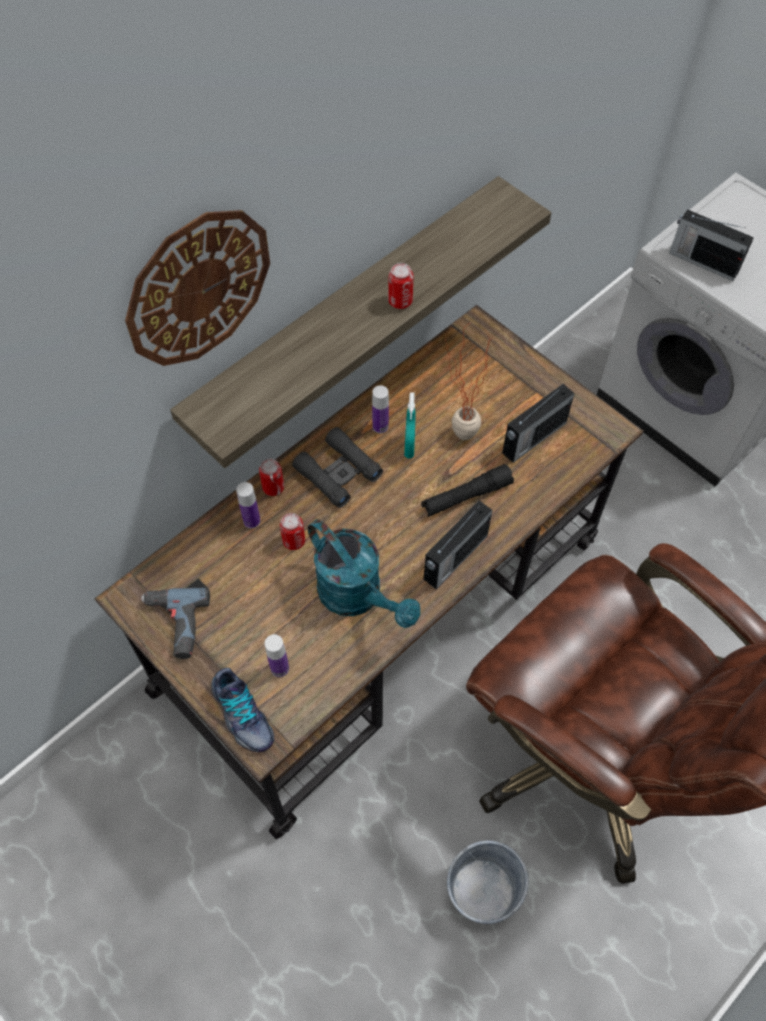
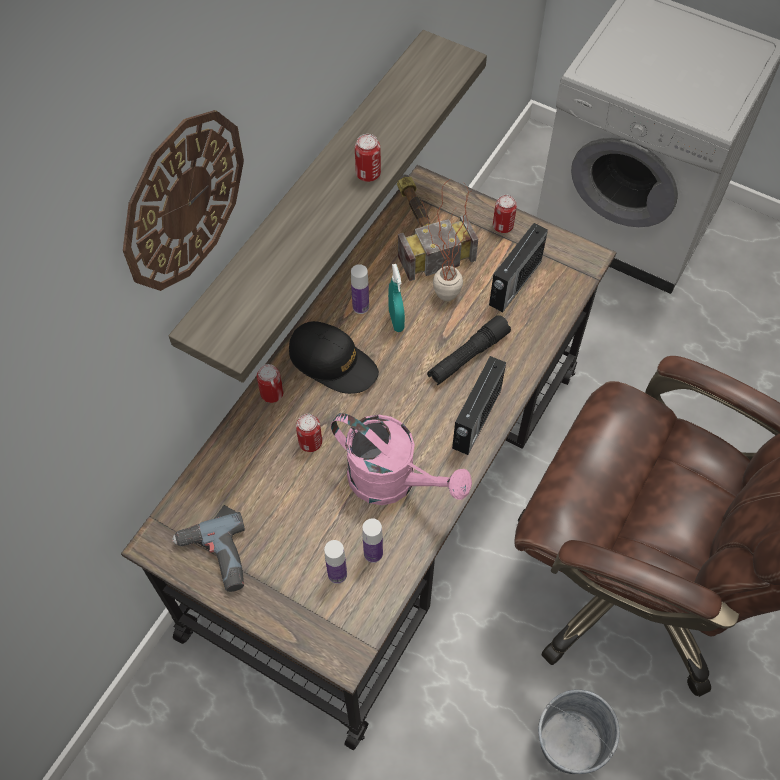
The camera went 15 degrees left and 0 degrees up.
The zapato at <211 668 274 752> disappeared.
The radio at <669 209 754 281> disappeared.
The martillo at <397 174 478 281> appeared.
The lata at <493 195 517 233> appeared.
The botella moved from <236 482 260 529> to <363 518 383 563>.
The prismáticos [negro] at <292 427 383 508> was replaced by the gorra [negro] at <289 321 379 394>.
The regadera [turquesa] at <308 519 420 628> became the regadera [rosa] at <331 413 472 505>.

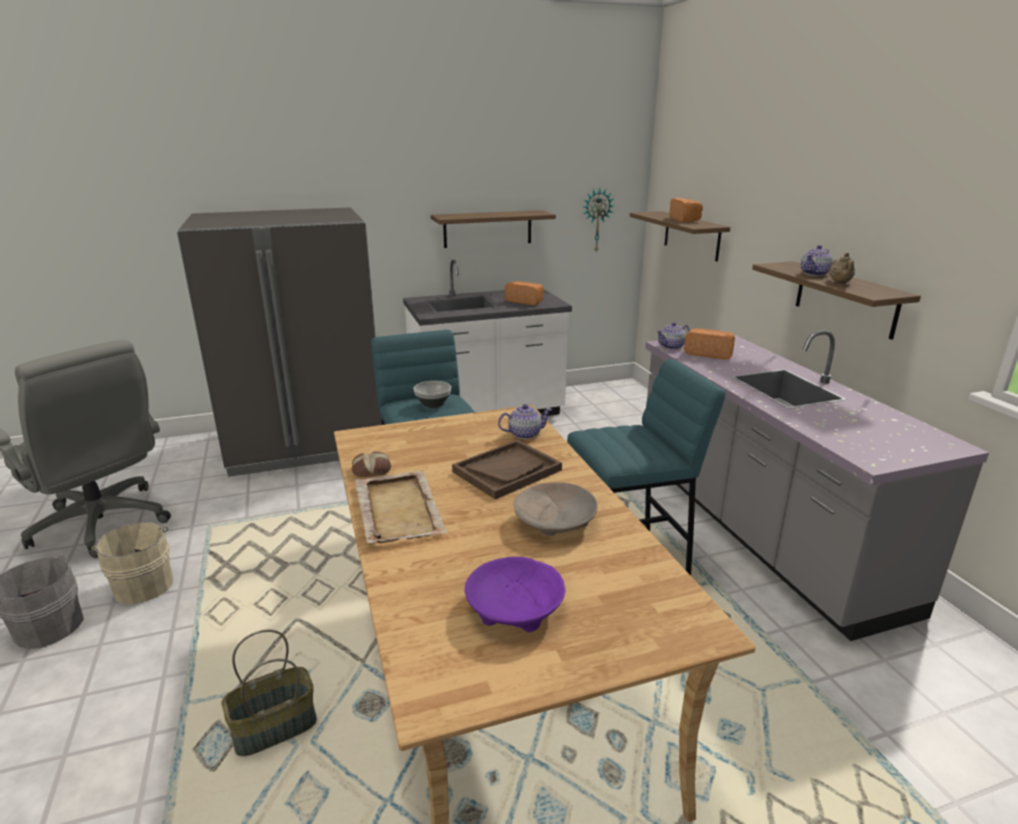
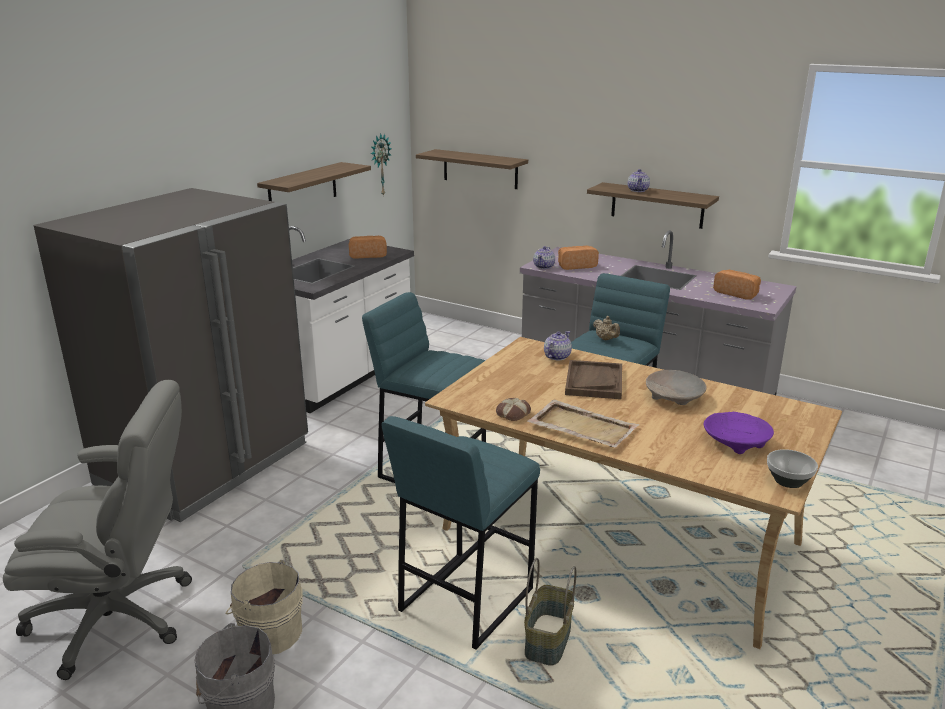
The camera went 40 degrees left and 0 degrees up.
The taburete [turquesa] at <381 416 540 650> appeared.
The cuenco moved from <414 381 451 408> to <767 449 818 488>.
The pan moved from <670 198 703 222> to <713 270 761 300>.
The tetera [beis] moved from <829 253 855 283> to <593 316 620 340>.

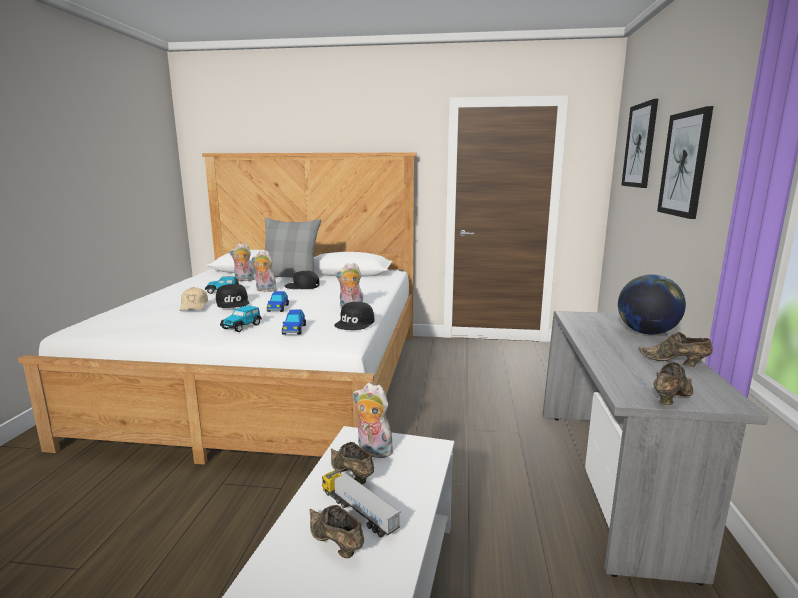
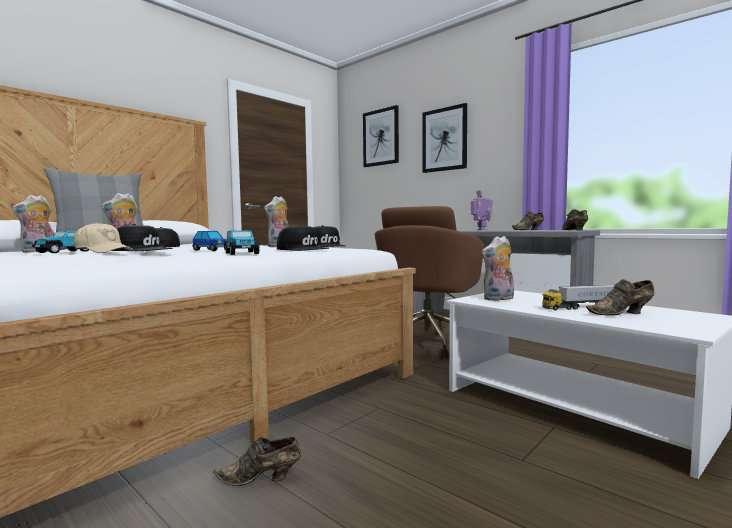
The camera went 55 degrees left and 10 degrees down.
The silla de oficina [marrón] at <375 206 484 359> appeared.
The zapato [marrón] moved from <331 442 374 484> to <213 437 301 486>.
The coche de juguete at <282 310 306 334> was replaced by the gorra [negro] at <277 225 329 251>.
The globo terráqueo at <618 274 686 335> was replaced by the robot de juguete at <471 190 493 230>.

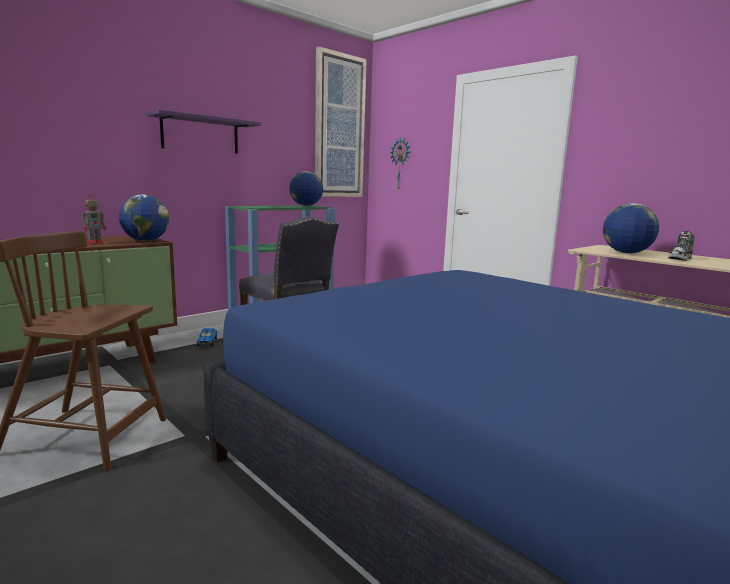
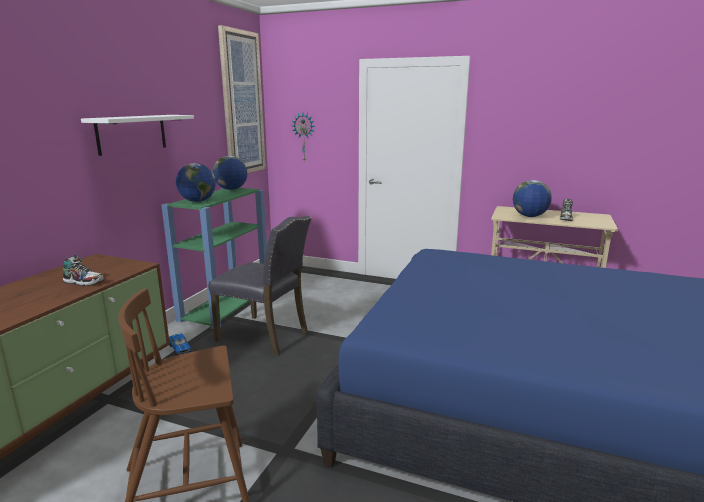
The camera went 25 degrees left and 5 degrees up.
The globo terráqueo moved from <119 194 169 241> to <176 163 216 202>.
The robot de juguete at <81 194 106 245> was replaced by the zapato at <63 255 104 286>.
The estante [morado] at <147 110 261 154> became the estante [blanco] at <81 115 194 156>.

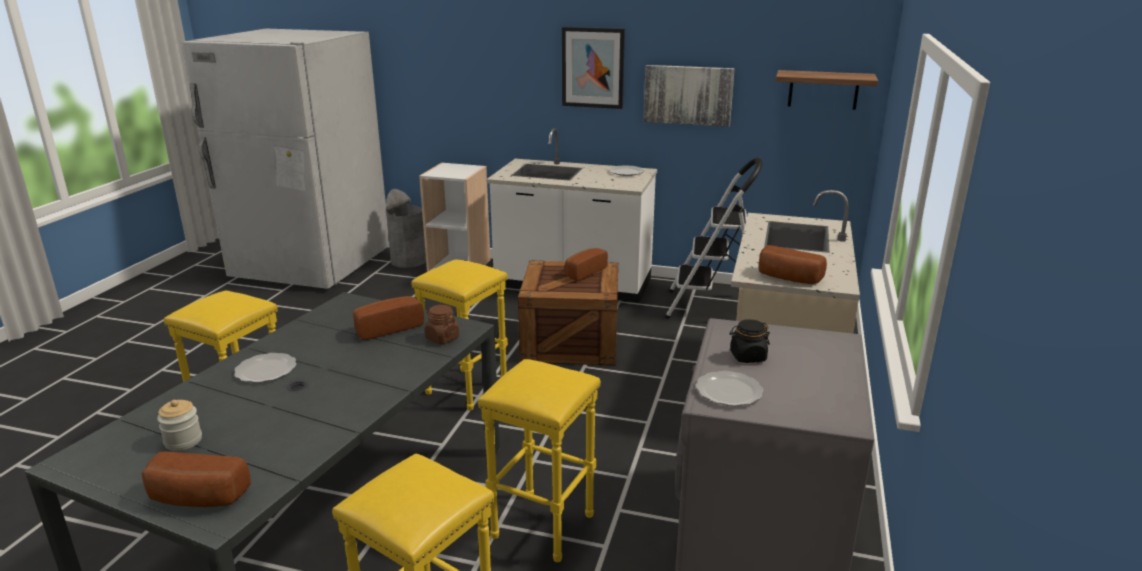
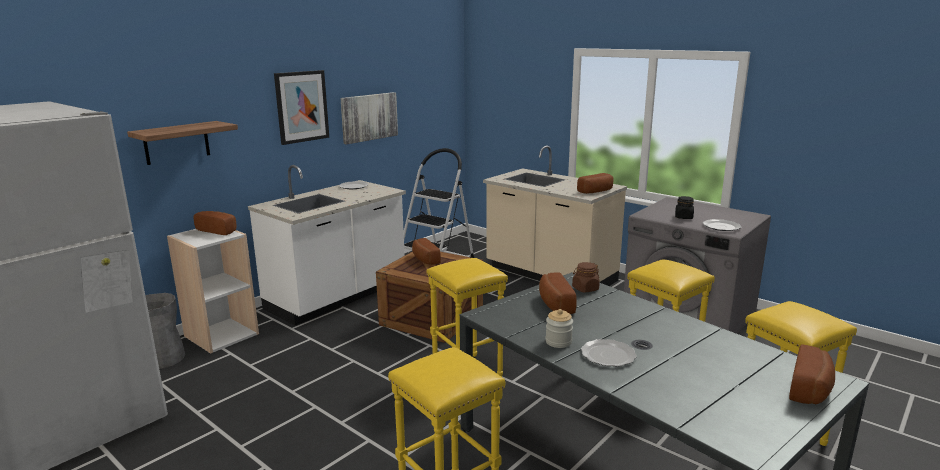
The camera went 65 degrees left and 5 degrees down.
The pan at <194 211 236 235> appeared.
The tarro moved from <157 400 202 451> to <545 309 573 348>.
The estante moved from <776 70 878 110> to <127 121 238 165>.

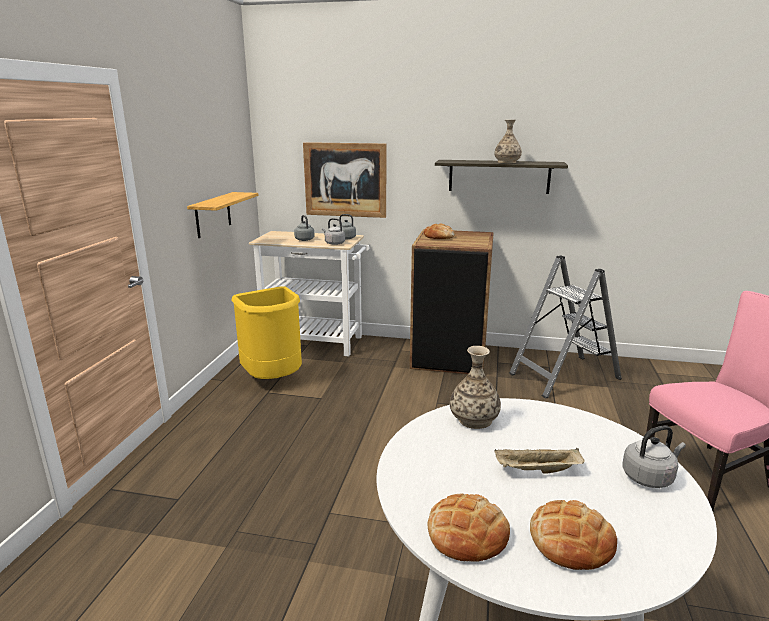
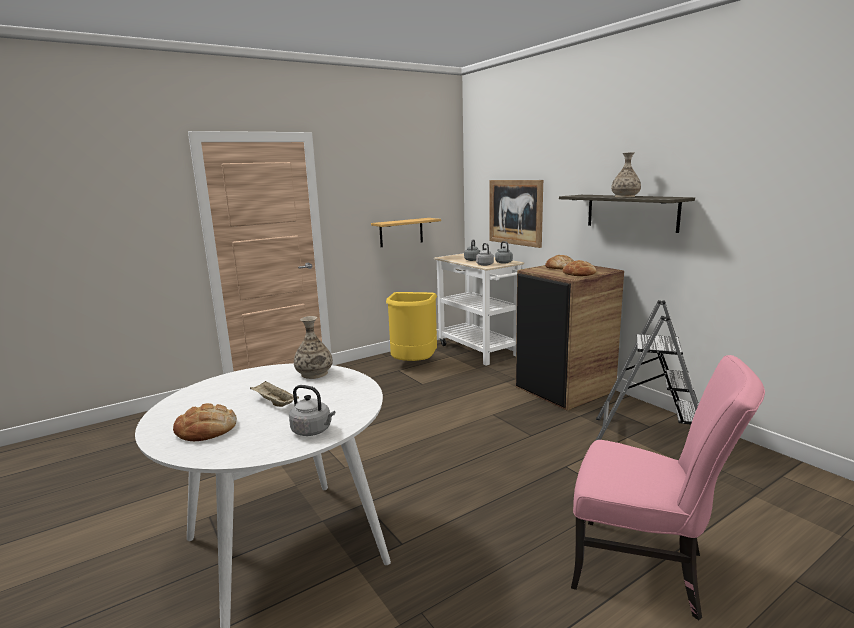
The camera went 45 degrees right and 5 degrees down.
The pan moved from <428 494 510 562> to <563 260 596 276>.

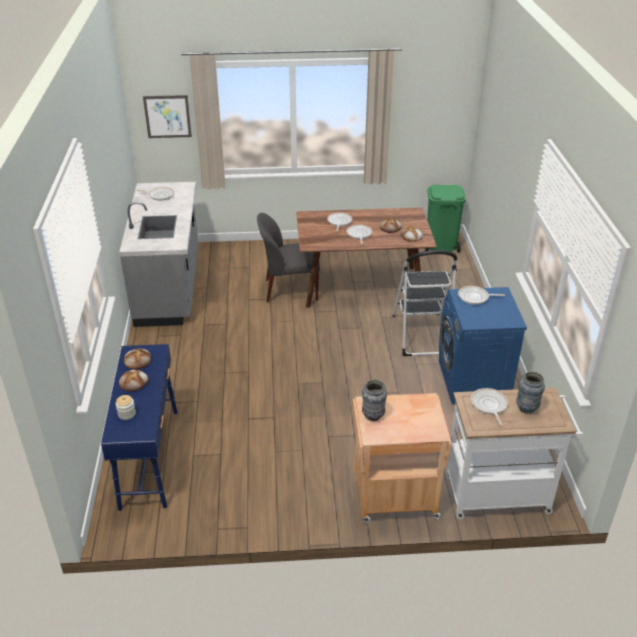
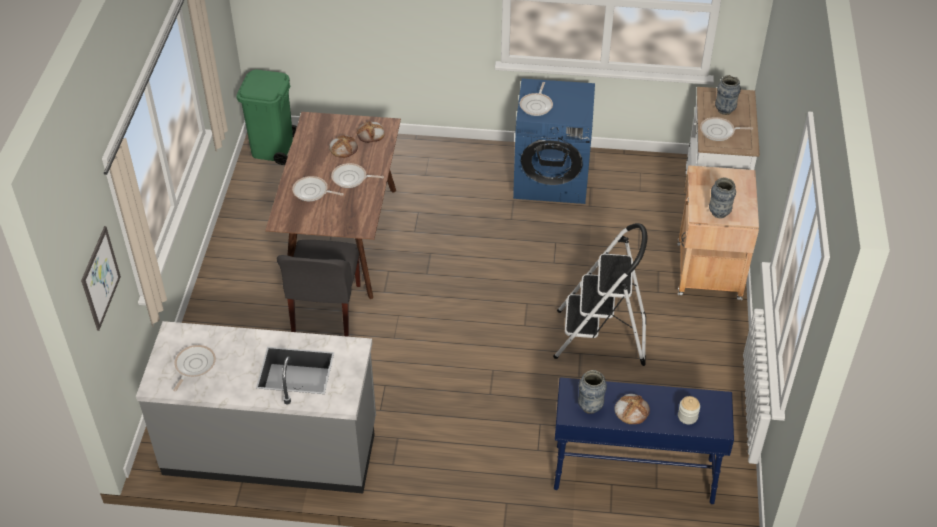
The camera went 80 degrees left and 10 degrees up.
The escalera de tijera moved from <392 250 457 356> to <553 223 648 366>.
The pan at <124 348 151 370> was replaced by the florero at <578 370 607 414>.

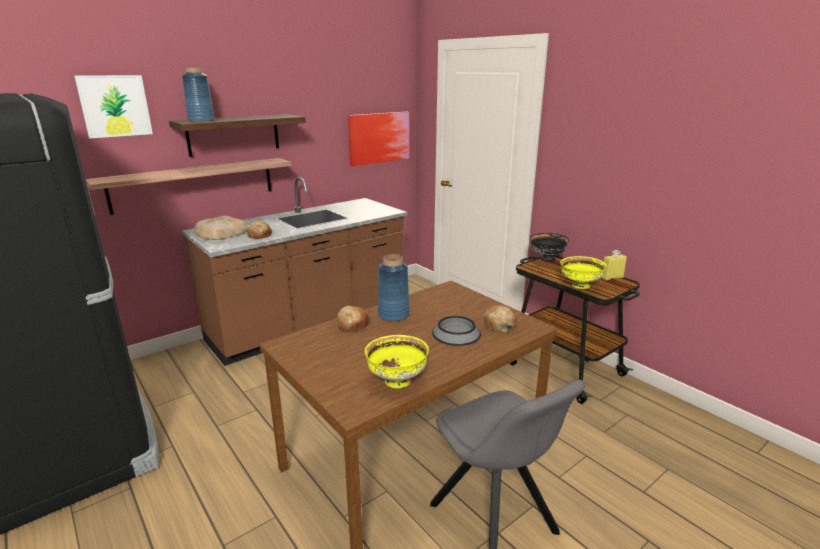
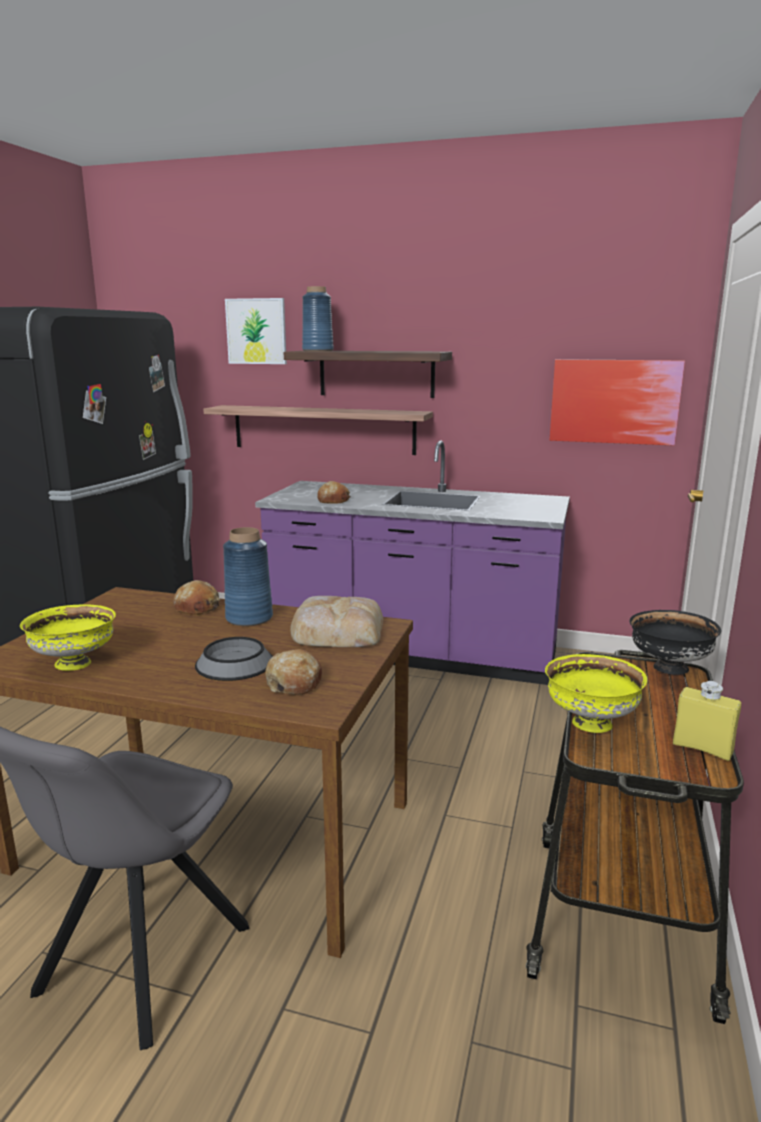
The camera went 55 degrees right and 5 degrees down.
The pan moved from <194 216 248 240> to <290 596 383 647>.
The mueble bajo de cocina [marrón] at <182 177 407 366> became the mueble bajo de cocina [morado] at <255 440 570 685>.

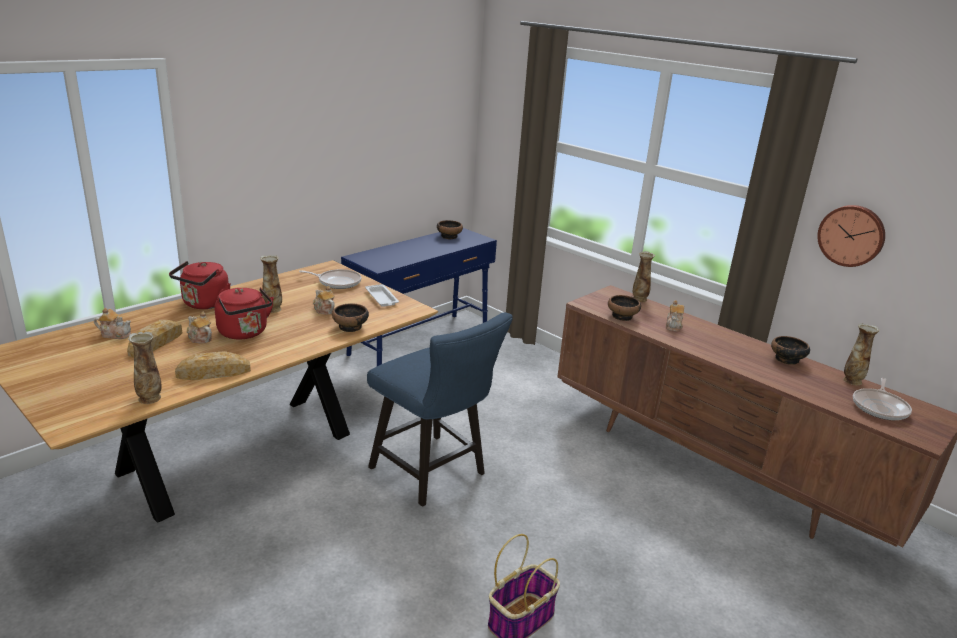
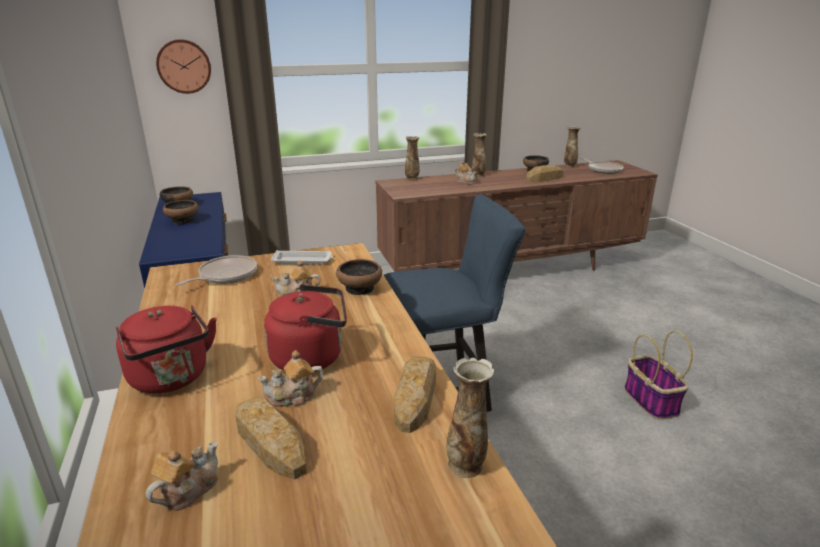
The camera went 60 degrees left and 0 degrees up.
The pan at <526 165 564 182> appeared.
The florero moved from <260 255 282 313> to <472 133 486 177>.
The cuenco moved from <608 295 641 321> to <163 200 199 225>.
The reloj de pared moved from <817 205 885 267> to <156 39 211 94>.

